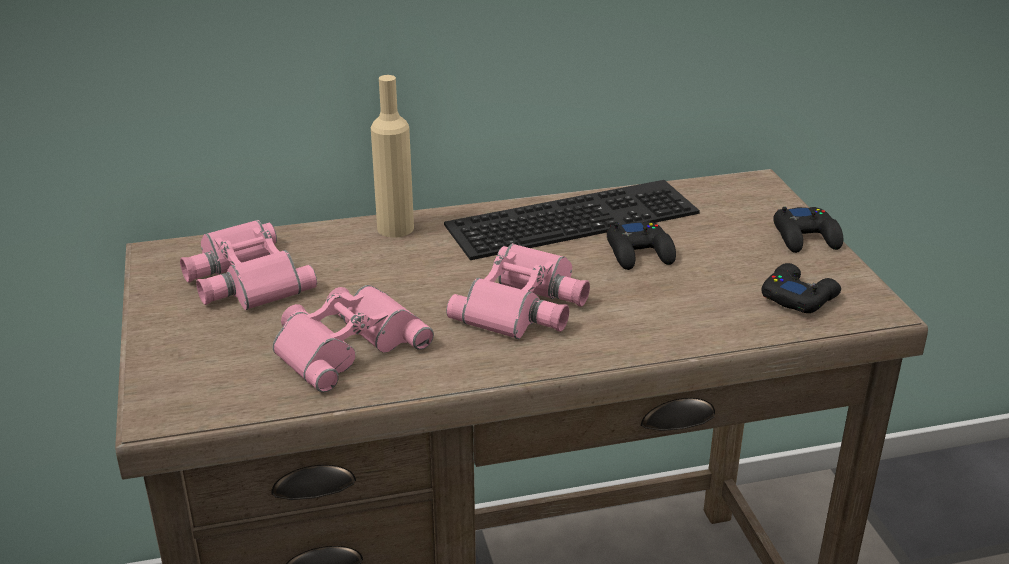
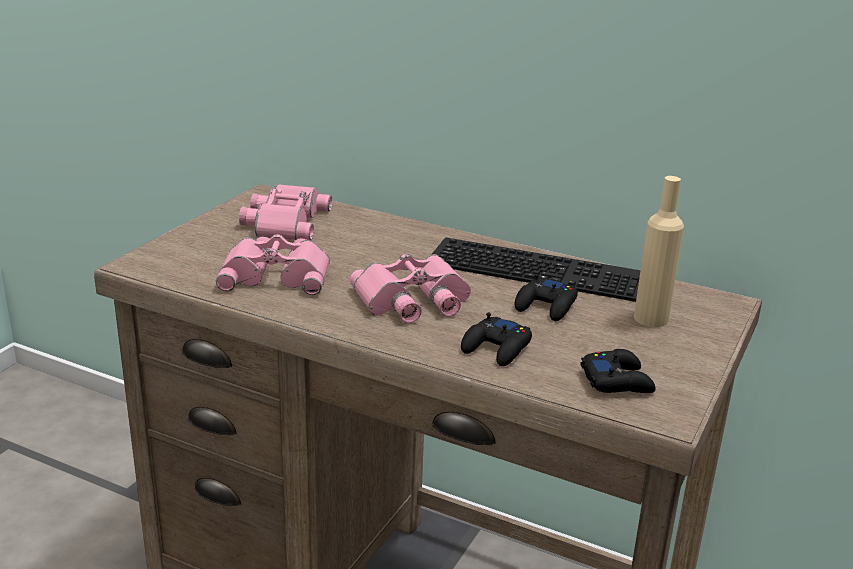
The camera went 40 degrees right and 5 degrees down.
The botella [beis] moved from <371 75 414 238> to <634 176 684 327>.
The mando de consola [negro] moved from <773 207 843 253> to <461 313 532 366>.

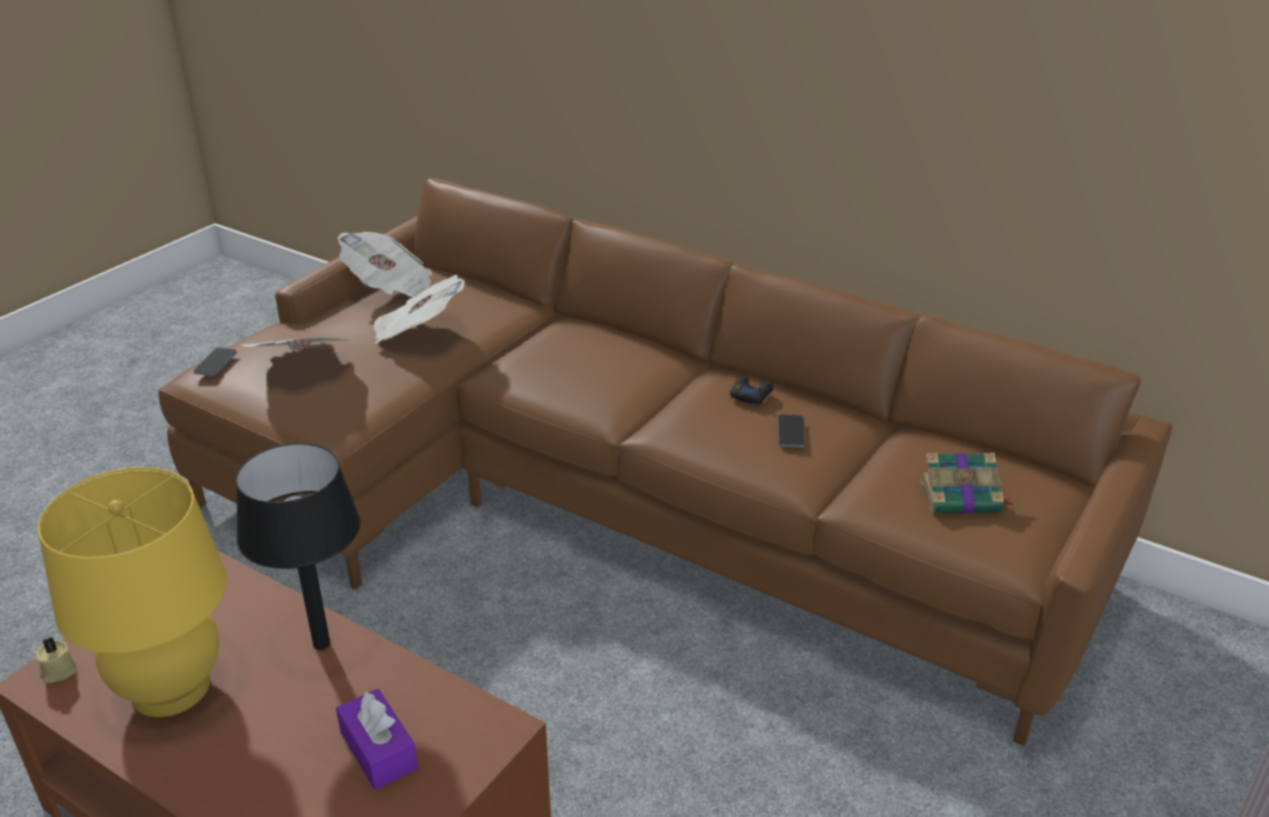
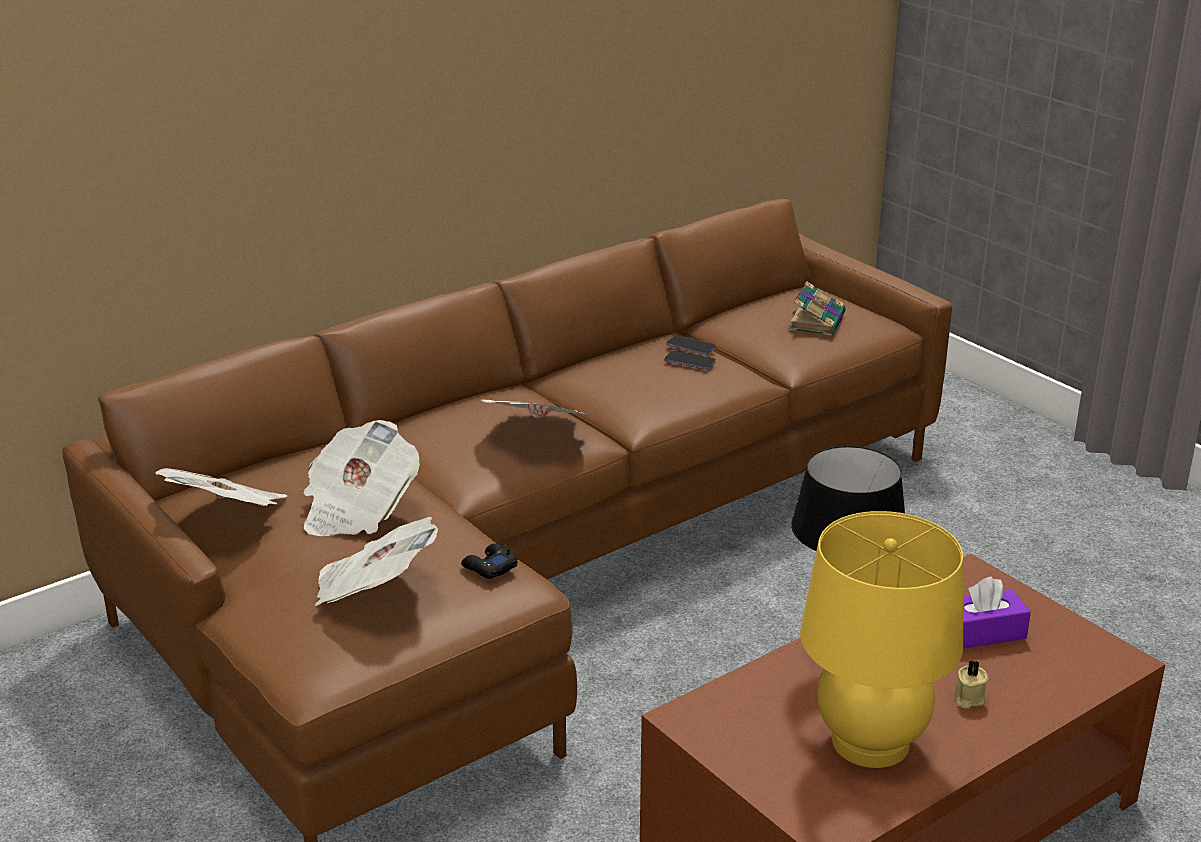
The camera went 70 degrees left and 5 degrees down.
The periódico at <481 399 590 418> appeared.
The vela [beis] moved from <36 637 77 683> to <954 660 989 709>.
The móvil moved from <193 348 237 376> to <666 335 716 355>.
The mando de consola [negro] moved from <730 376 773 404> to <461 543 518 579>.

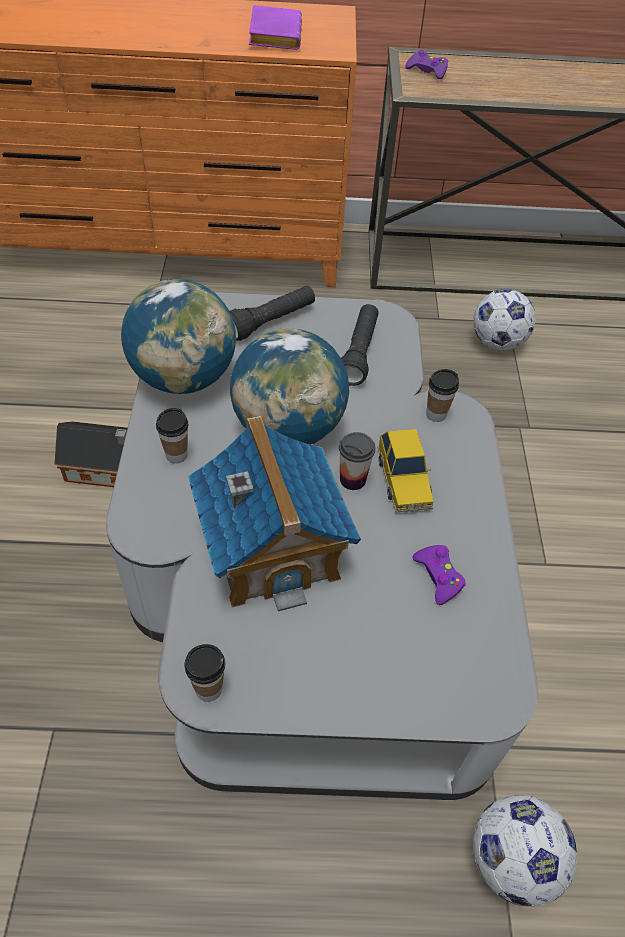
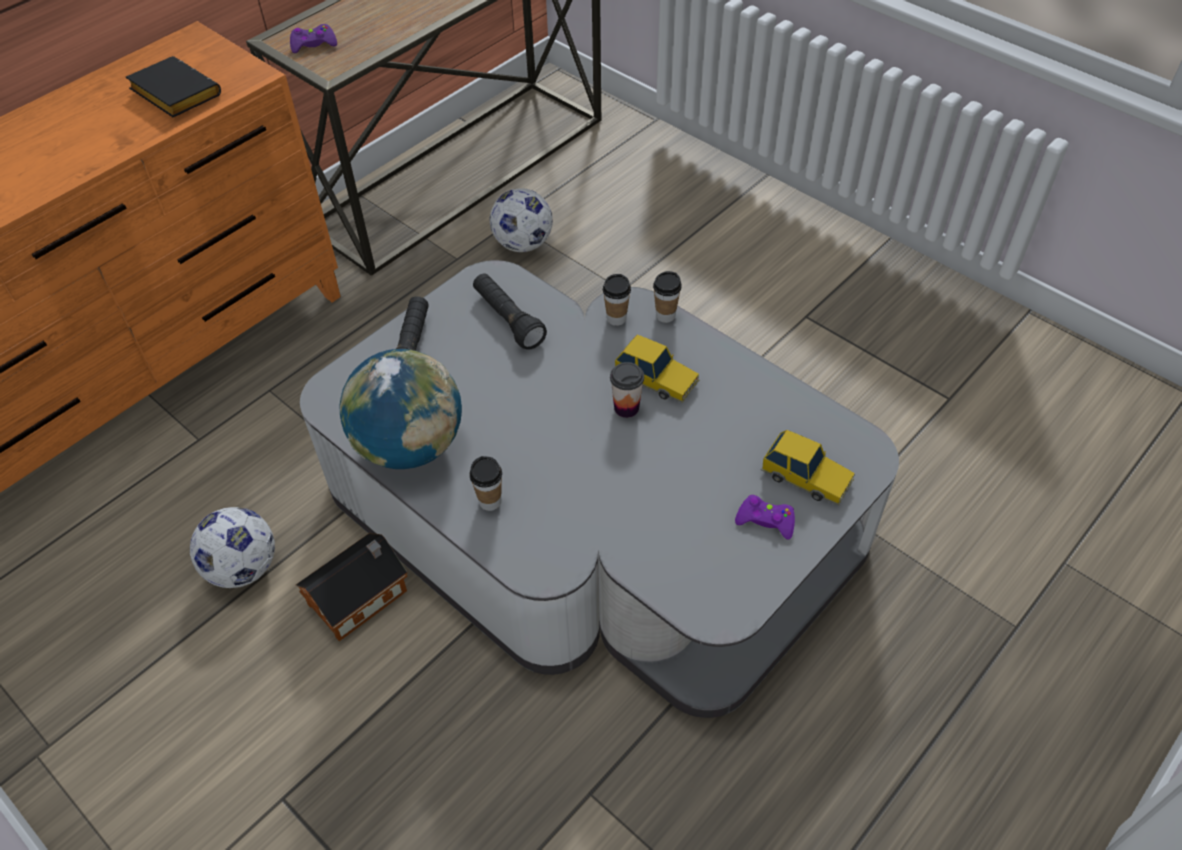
The camera went 45 degrees left and 0 degrees up.
The casita at <188 416 361 611> disappeared.
The globo terráqueo at <230 328 349 445> disappeared.
The coche de juguete at <761 430 855 506> appeared.
The taza moved from <184 644 225 702> to <653 271 681 323>.
The mando de consola [morado] moved from <412 545 465 605> to <735 495 795 539>.
The balón de fútbol moved from <473 795 577 907> to <190 507 275 588>.
The libro [morado] at <249 5 302 50> became the libro [negro] at <126 56 221 117>.

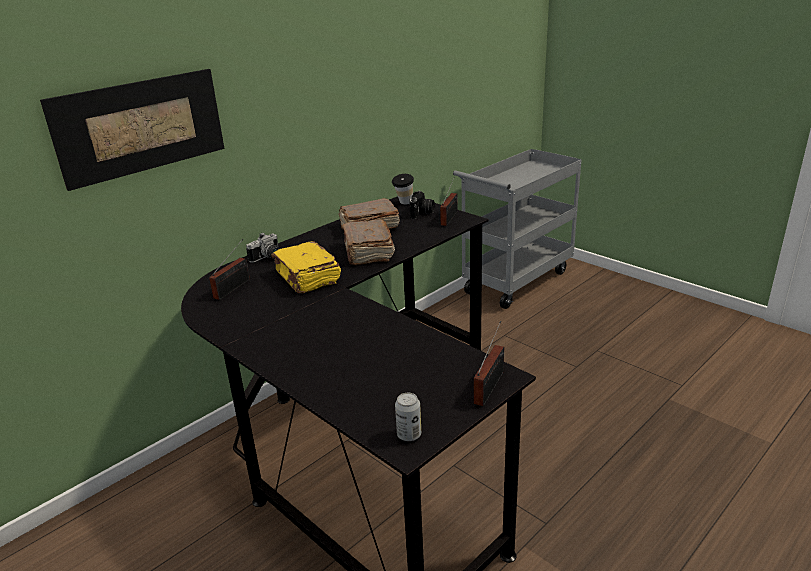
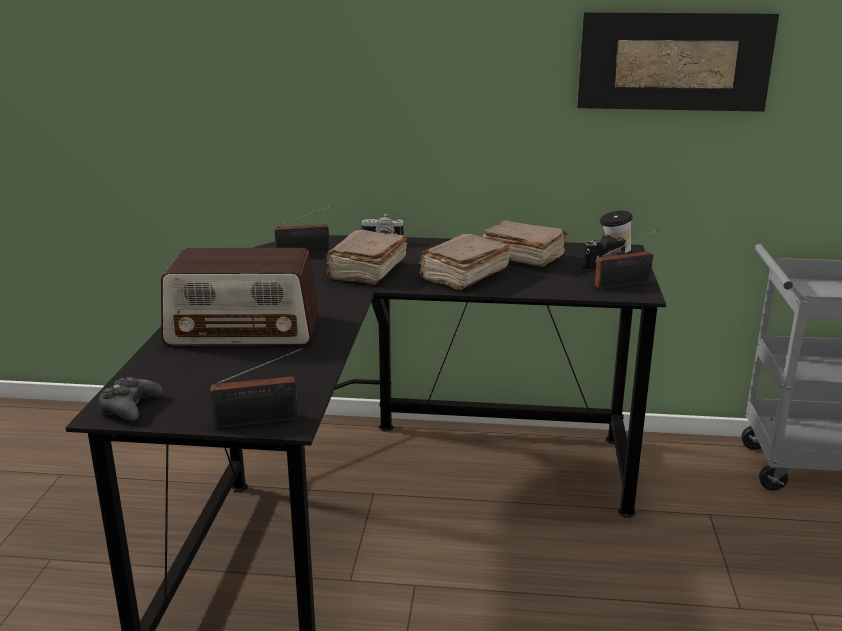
The camera went 50 degrees right and 5 degrees down.
The radio at <161 248 319 346> appeared.
The cuadro moved from <40 69 224 191> to <577 12 779 112>.
The lata at <395 393 421 441> was replaced by the mando de consola [negro] at <99 377 163 421>.
The libro [amarillo] at <271 241 341 294> became the libro [marrón] at <326 230 407 285>.

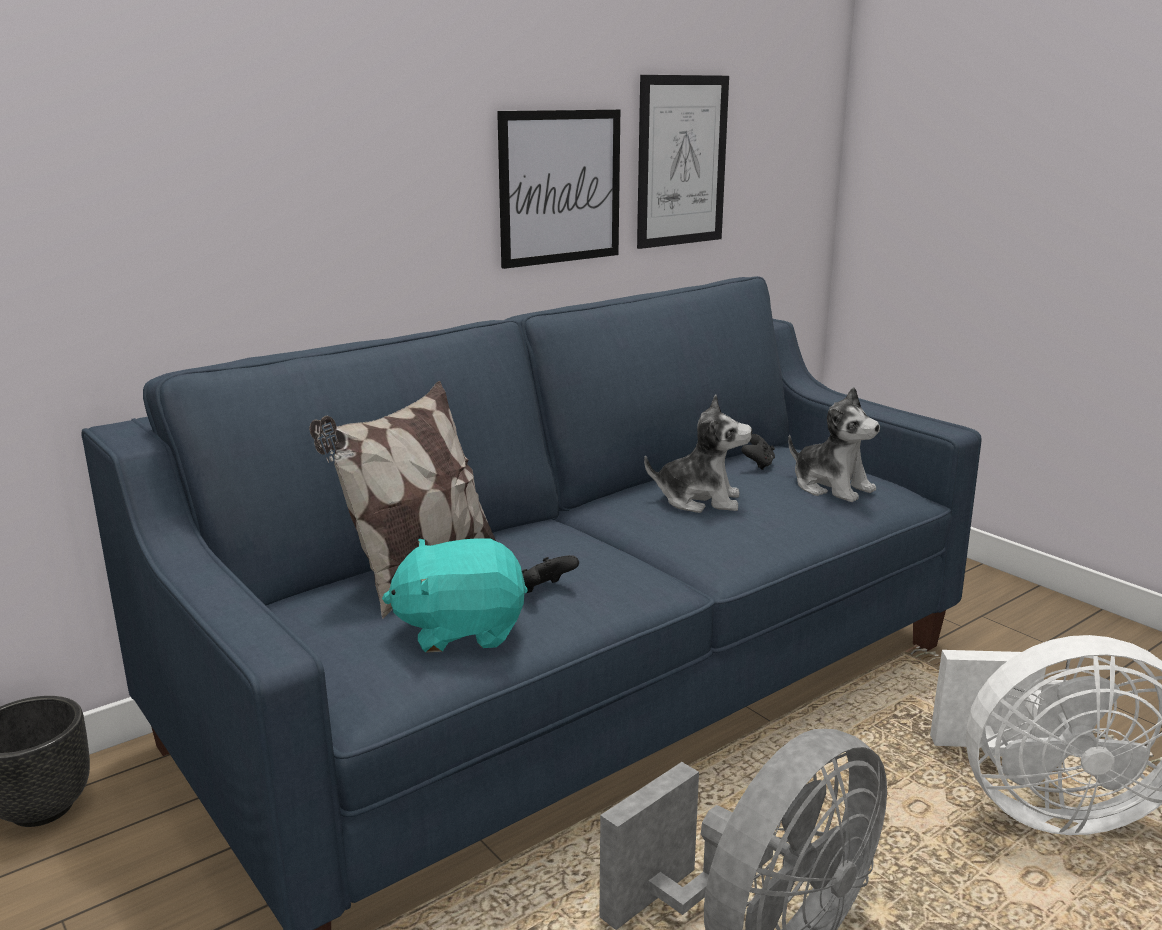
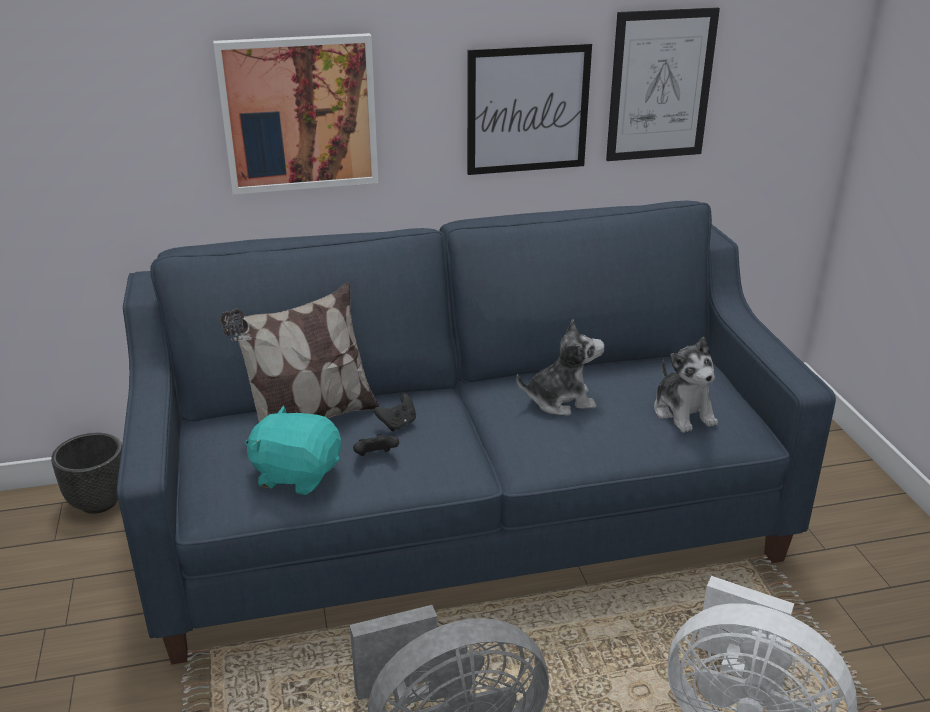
The camera went 25 degrees right and 10 degrees up.
The cuadro at <213 33 378 194> appeared.
The mando de consola [negro] moved from <741 434 775 470> to <374 394 416 432>.
The peluche at <644 395 752 513> turned 45 degrees counterclockwise.

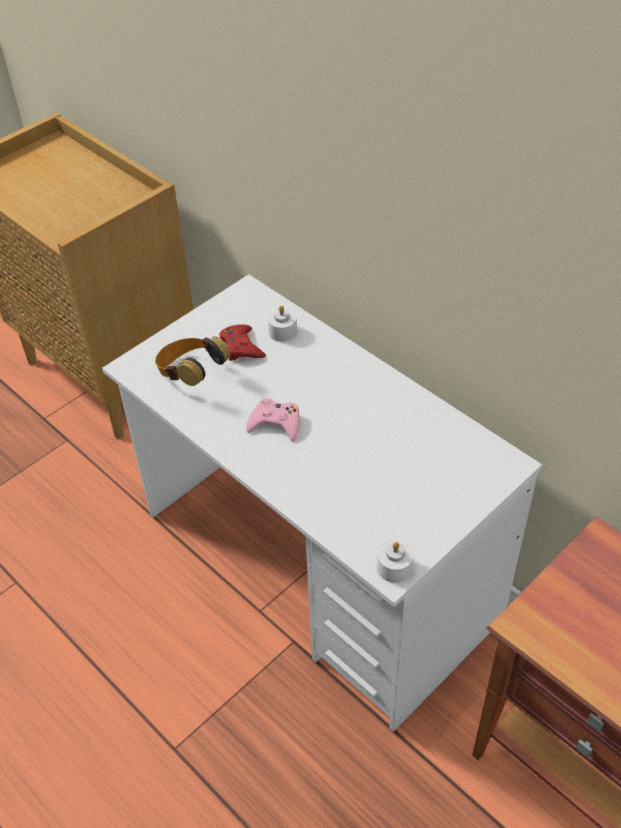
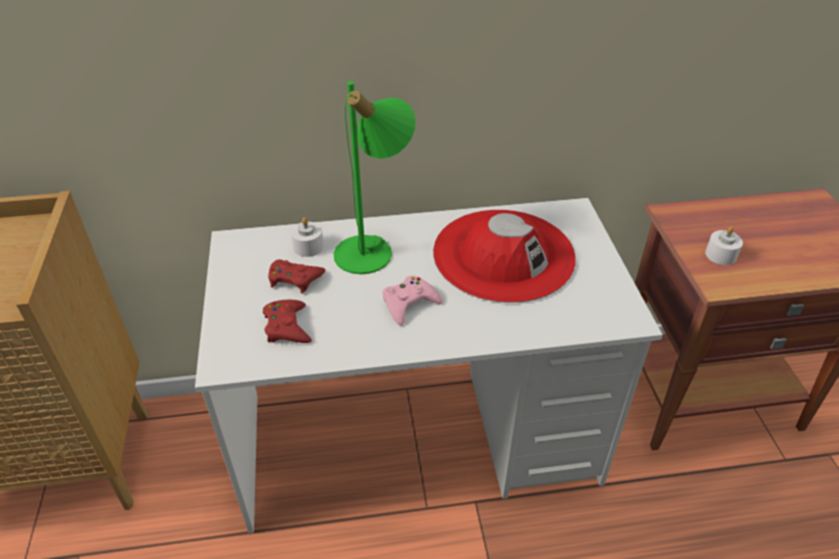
The camera went 55 degrees left and 5 degrees down.
The lámpara de mesa [verde] at <334 82 416 274> appeared.
The sombrero [rojo] at <433 210 576 303> appeared.
The vela [blanco] moved from <377 539 414 583> to <705 226 743 265>.
The auriculares at <155 336 231 386> was replaced by the mando de consola [rojo] at <263 300 312 343>.

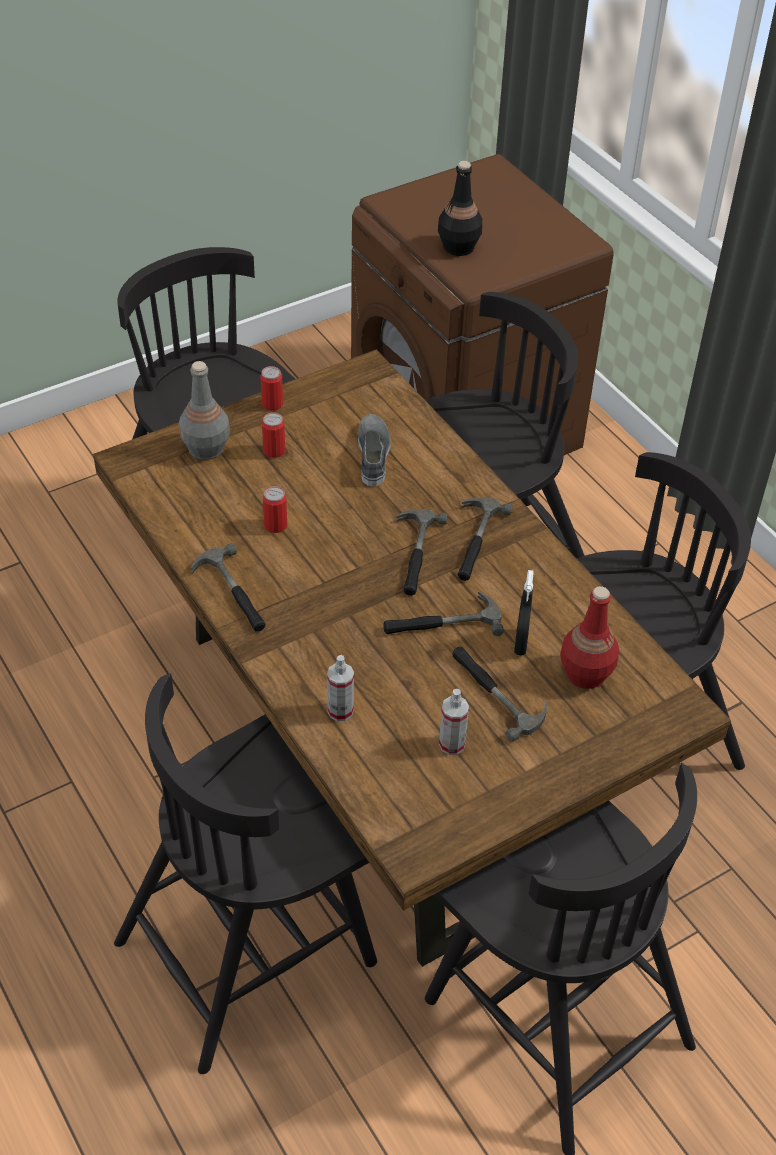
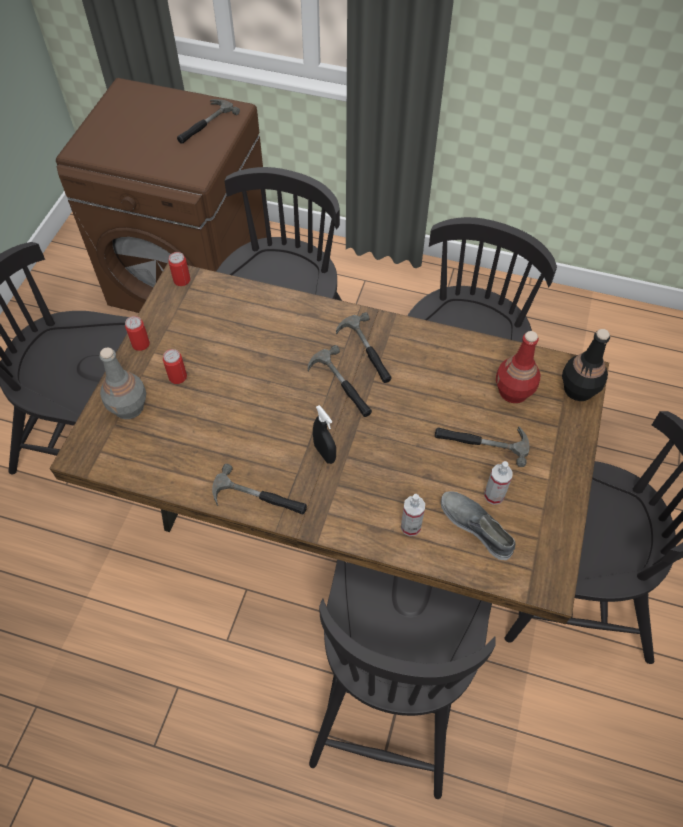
The camera went 40 degrees left and 10 degrees up.
The lata moved from <263 486 287 533> to <168 252 190 286>.
The zapato [gris] moved from <358 414 391 486> to <441 491 516 560>.
The martillo moved from <383 592 504 636> to <177 99 240 144>.
The botella [negro] moved from <438 161 482 256> to <562 329 610 401>.
The pulverizador [negro] moved from <514 570 533 656> to <313 405 336 464>.

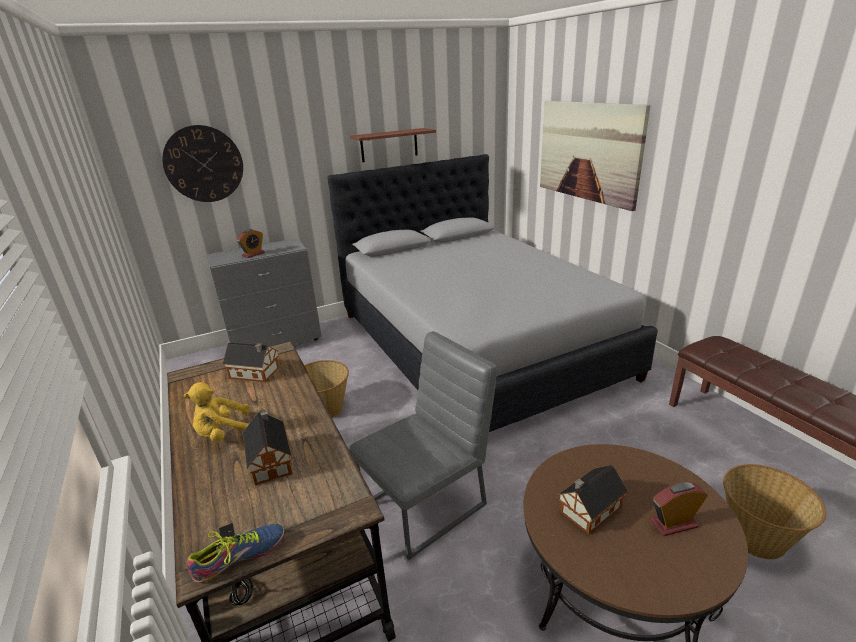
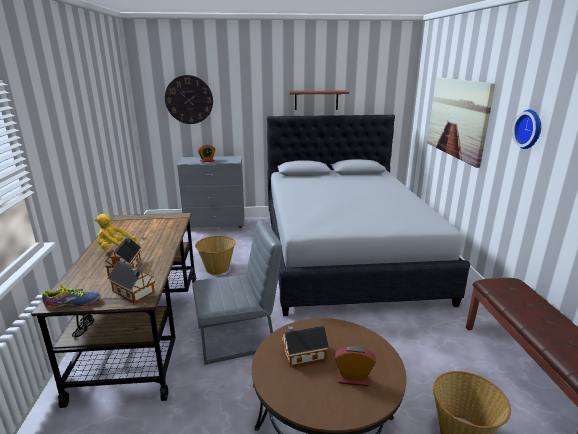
The camera went 20 degrees right and 5 degrees down.
The reloj de pared at <512 110 541 149> appeared.
The casita moved from <223 343 279 382> to <108 261 155 303>.

